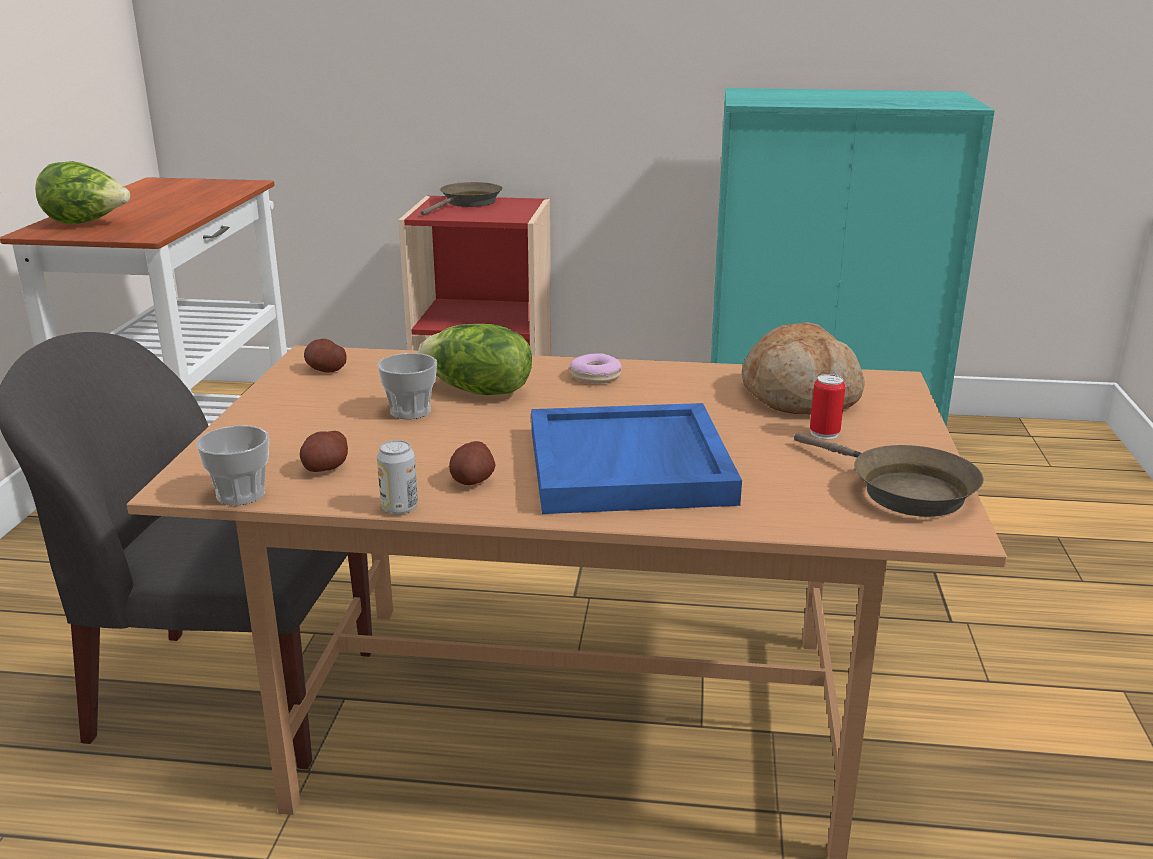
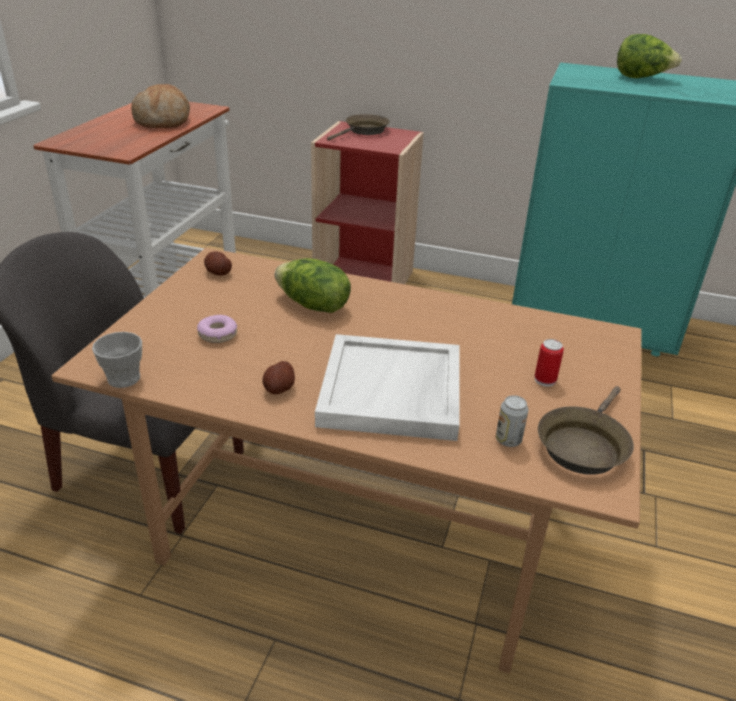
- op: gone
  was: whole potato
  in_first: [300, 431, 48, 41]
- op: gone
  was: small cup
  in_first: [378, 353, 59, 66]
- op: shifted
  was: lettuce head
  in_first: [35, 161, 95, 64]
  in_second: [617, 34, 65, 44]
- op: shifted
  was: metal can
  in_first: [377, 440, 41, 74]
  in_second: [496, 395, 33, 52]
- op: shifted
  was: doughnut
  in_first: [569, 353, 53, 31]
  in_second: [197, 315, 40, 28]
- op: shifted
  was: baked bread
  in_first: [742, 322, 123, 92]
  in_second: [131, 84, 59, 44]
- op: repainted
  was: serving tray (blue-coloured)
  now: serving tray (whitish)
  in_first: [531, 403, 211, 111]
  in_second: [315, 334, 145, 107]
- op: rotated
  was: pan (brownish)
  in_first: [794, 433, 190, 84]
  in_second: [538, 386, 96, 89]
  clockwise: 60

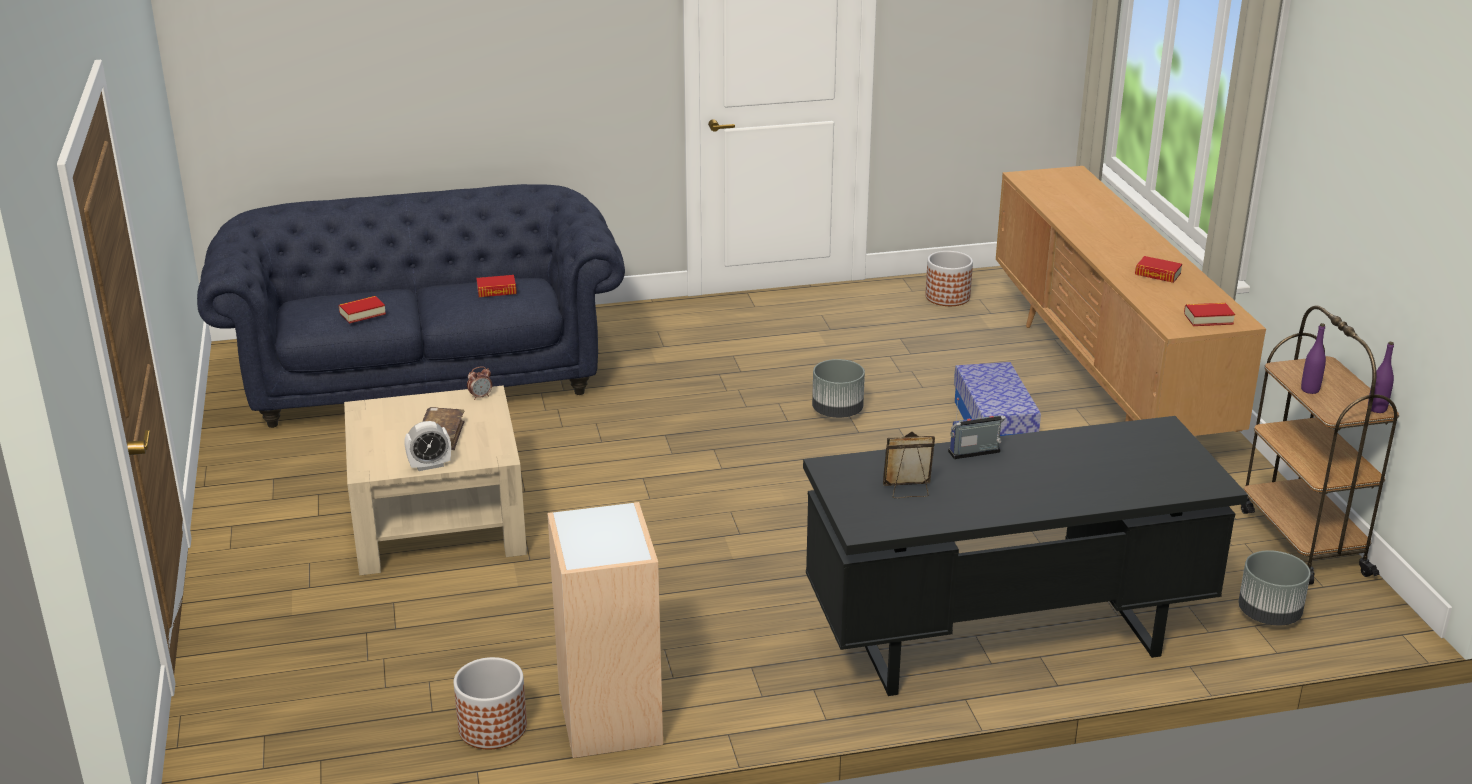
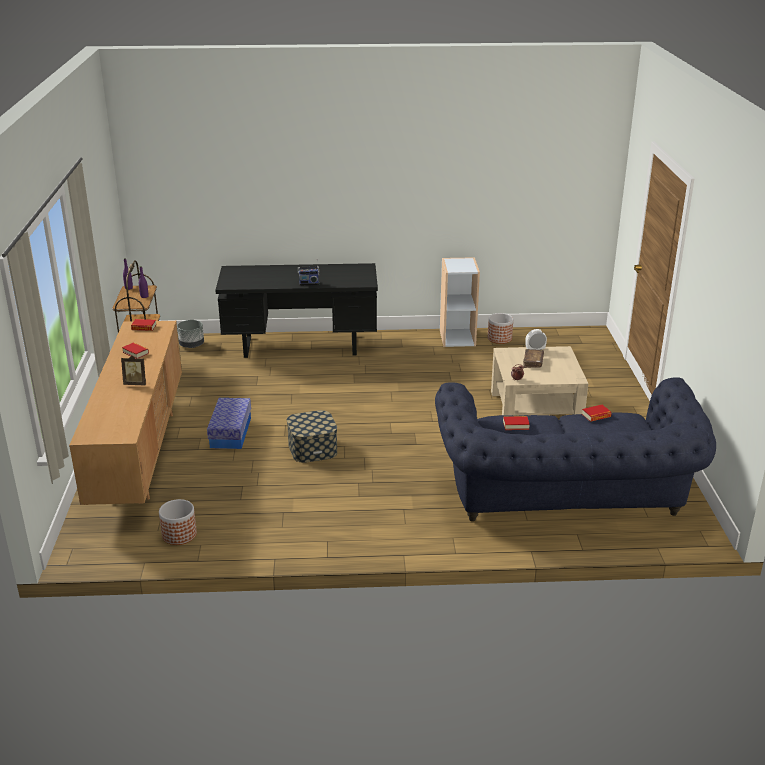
- op: shifted
  was: picture frame
  in_first: [883, 431, 52, 67]
  in_second: [121, 356, 25, 29]
- op: swapped
  was: flower pot (gray)
  now: storage container
  in_first: [812, 359, 53, 59]
  in_second: [287, 410, 50, 53]

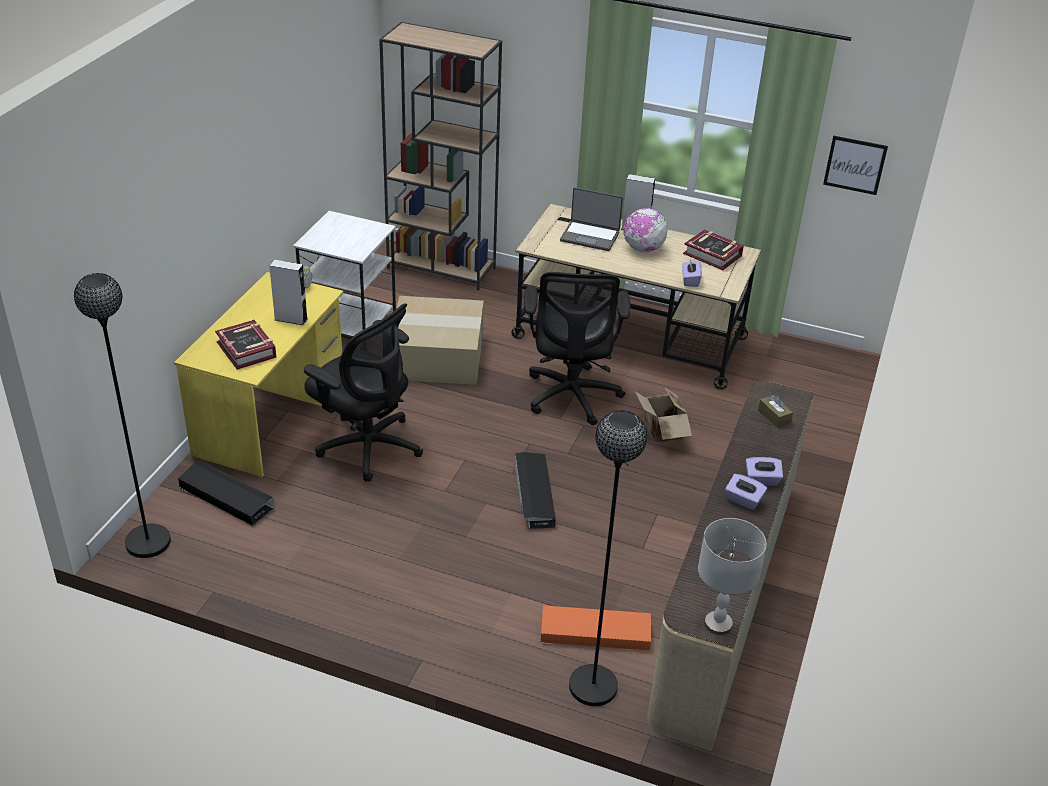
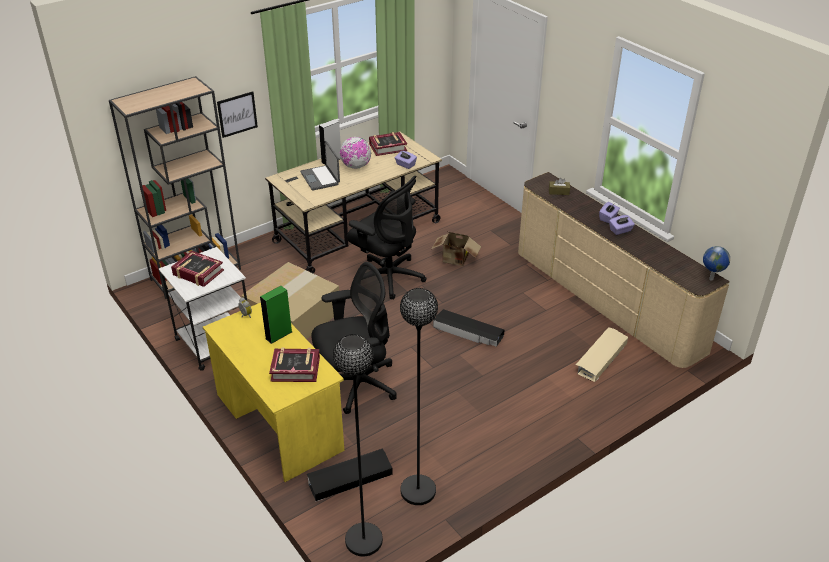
- op: new
  now: bound book
  in_second: [171, 251, 53, 36]
- op: shifted
  was: standard lamp (black-coloured)
  in_first: [569, 410, 78, 296]
  in_second: [400, 288, 38, 217]
- op: shifted
  was: wall art
  in_first: [823, 136, 65, 59]
  in_second: [217, 91, 41, 47]
- op: swapped
  was: tabletop lamp (gray)
  now: world globe
  in_first: [698, 518, 69, 117]
  in_second: [703, 246, 27, 35]
- op: repainted
  was: audio speaker (gray)
  now: audio speaker (green)
  in_first: [269, 260, 39, 66]
  in_second: [260, 286, 32, 58]
- op: repainted
  was: storage container (orange-coloured)
  now: storage container (beige)
  in_first: [541, 605, 110, 46]
  in_second: [576, 327, 52, 55]
- op: rotated
  was: notebook computer
  in_first: [560, 187, 63, 64]
  in_second: [300, 141, 40, 50]
  clockwise: 105

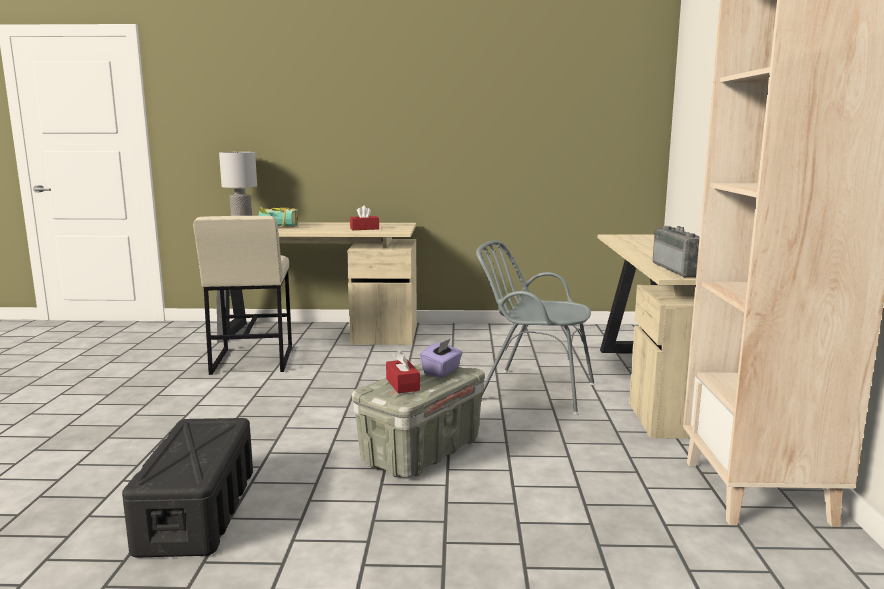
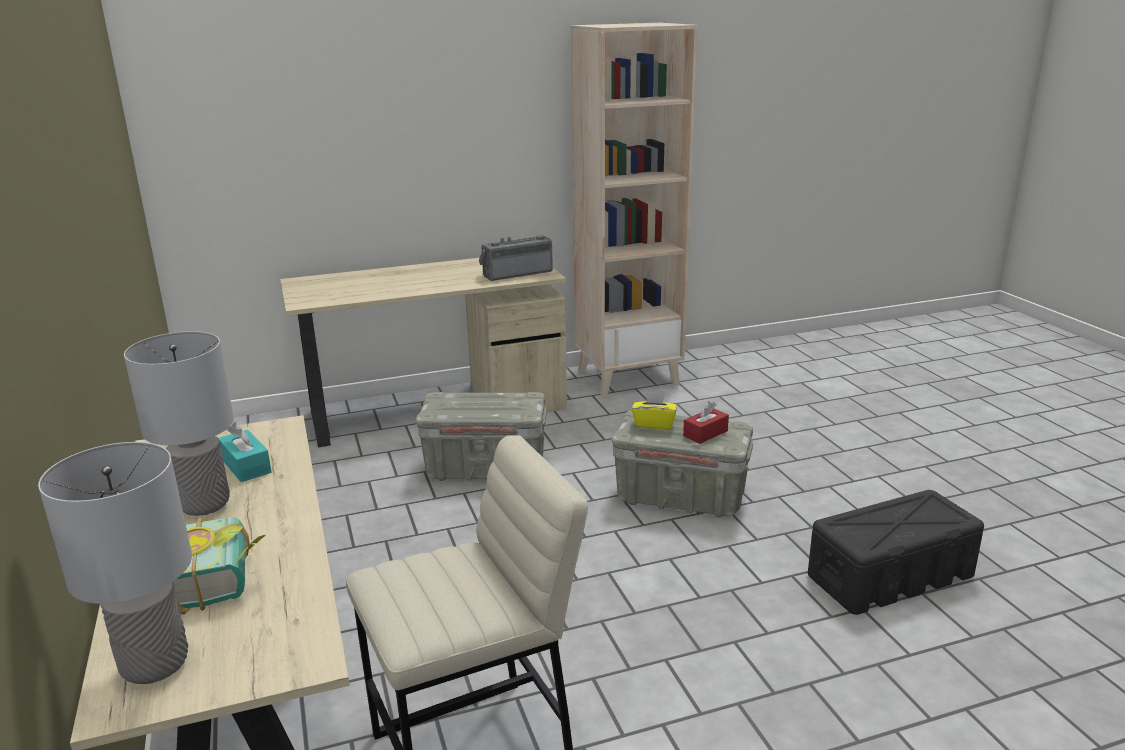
- op: new
  now: tabletop lamp (gray)
  in_second: [124, 331, 110, 185]
- op: swapped
  was: upright chair (gray)
  now: storage container (gray)
  in_first: [476, 240, 119, 175]
  in_second: [416, 392, 131, 89]
- op: repainted
  was: box of tissues (red-coloured)
  now: box of tissues (turquoise-coloured)
  in_first: [350, 206, 29, 24]
  in_second: [218, 422, 54, 60]
- op: repainted
  was: box of tissues (purple-coloured)
  now: box of tissues (yellowish)
  in_first: [420, 338, 43, 39]
  in_second: [632, 391, 45, 38]

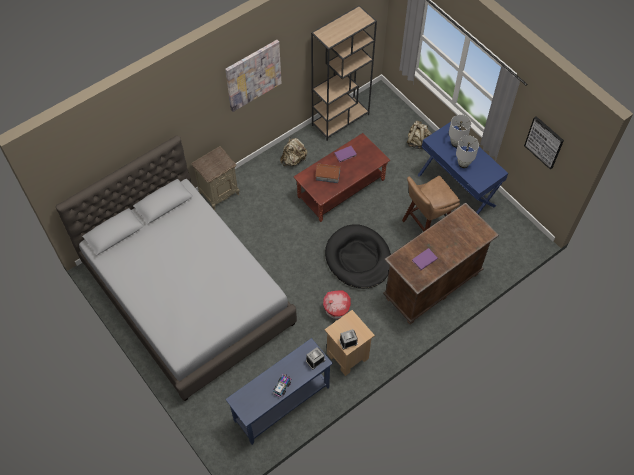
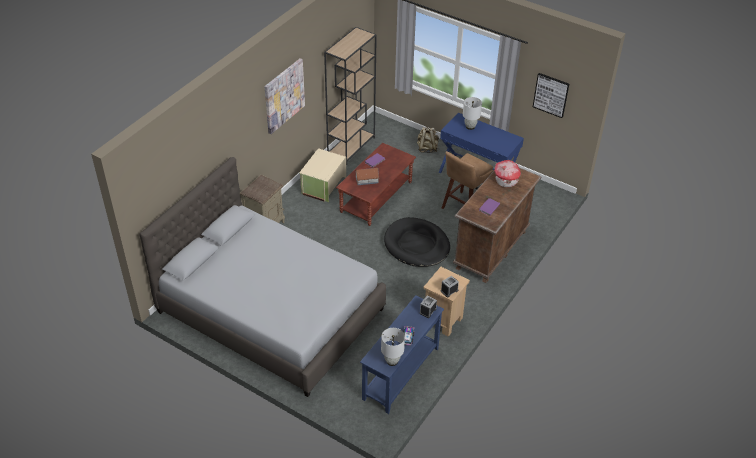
- op: shifted
  was: toy house
  in_first: [323, 290, 28, 29]
  in_second: [494, 160, 27, 27]
- op: shifted
  was: tabletop lamp (whitish)
  in_first: [456, 135, 23, 33]
  in_second: [381, 328, 24, 38]
- op: swapped
  was: backpack (beige)
  now: storage container (beige)
  in_first: [280, 138, 27, 28]
  in_second: [299, 149, 47, 53]

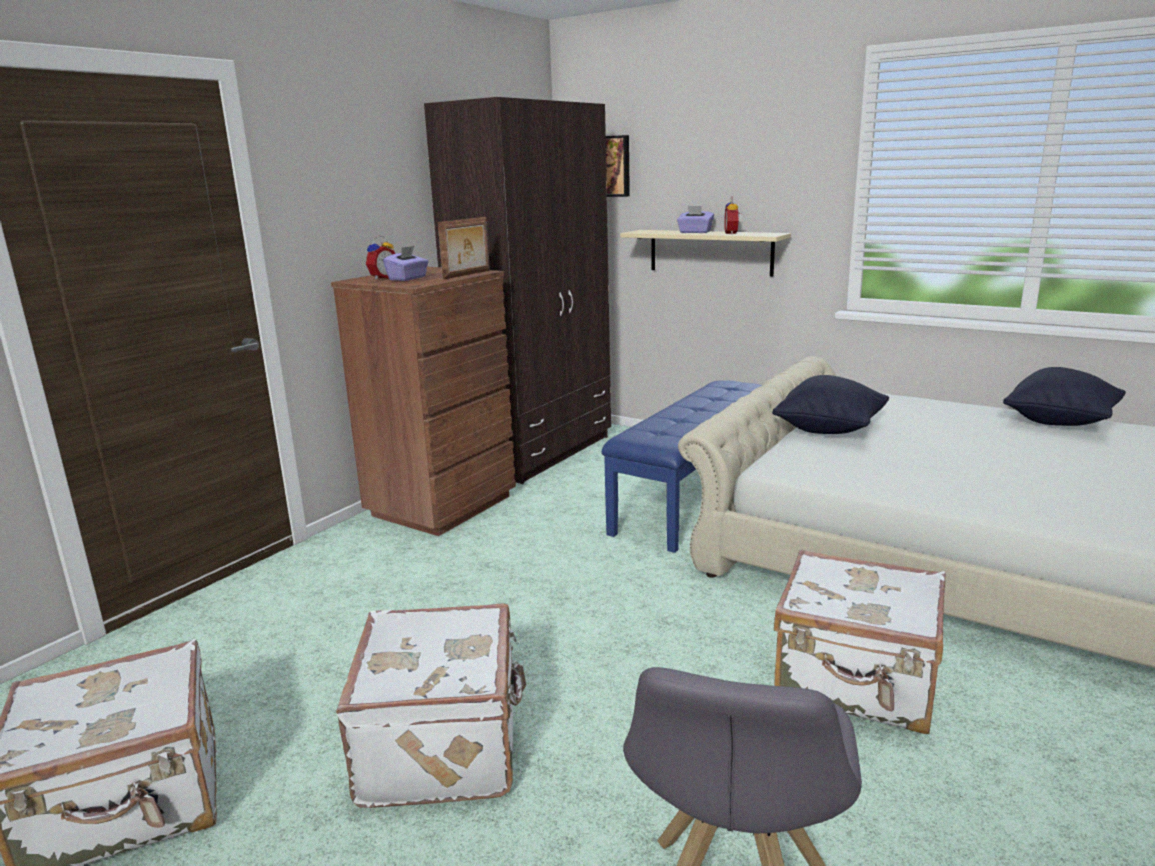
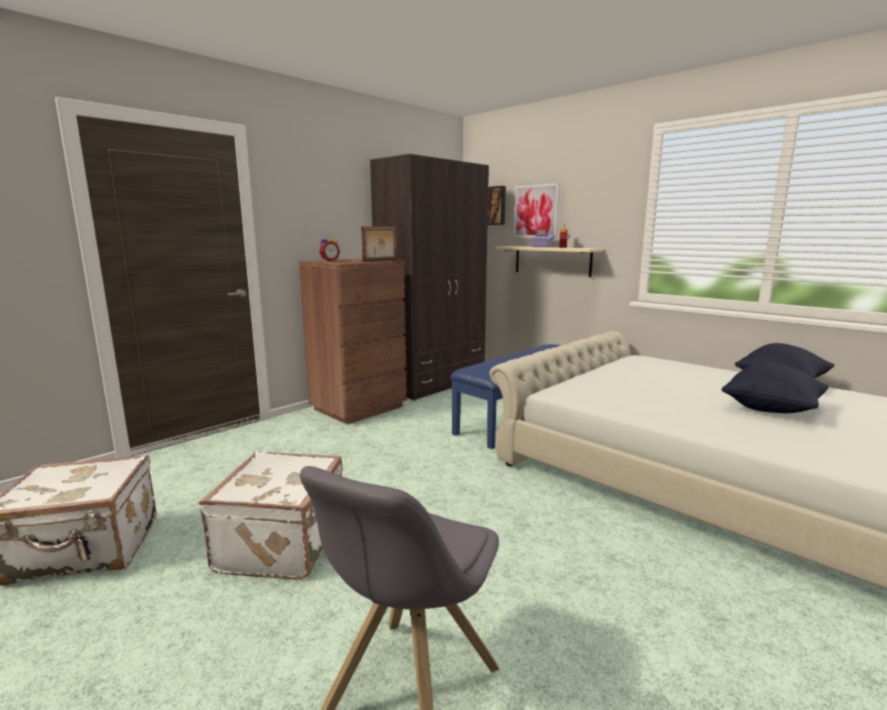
- op: gone
  was: box of tissues (purple-coloured)
  in_first: [383, 246, 46, 35]
- op: gone
  was: piece of luggage (whitish)
  in_first: [774, 550, 172, 184]
- op: new
  now: wall art
  in_second: [513, 183, 47, 55]
- op: shifted
  was: cushion (black-coloured)
  in_first: [772, 375, 117, 59]
  in_second: [722, 362, 107, 51]

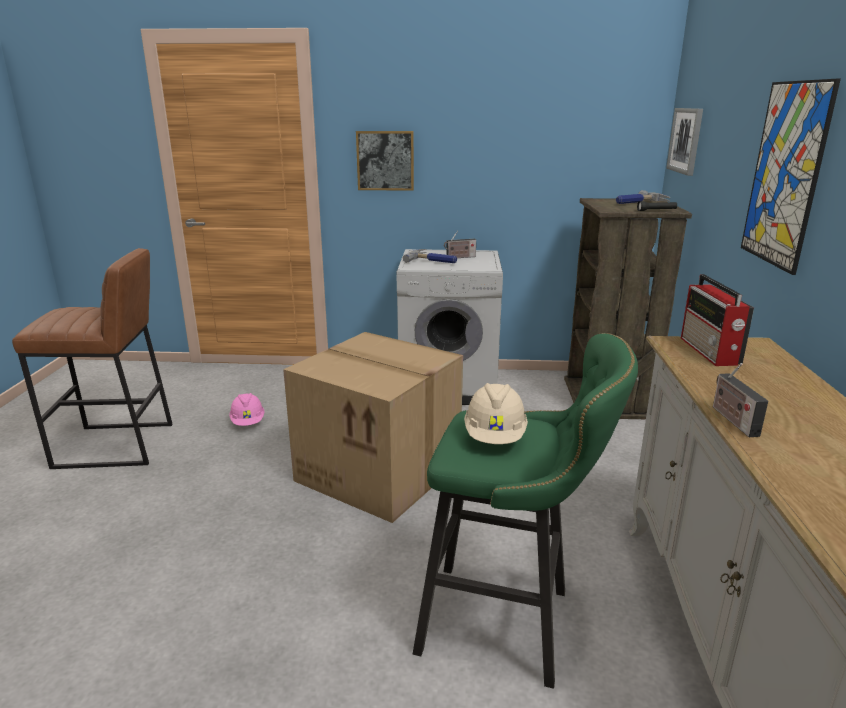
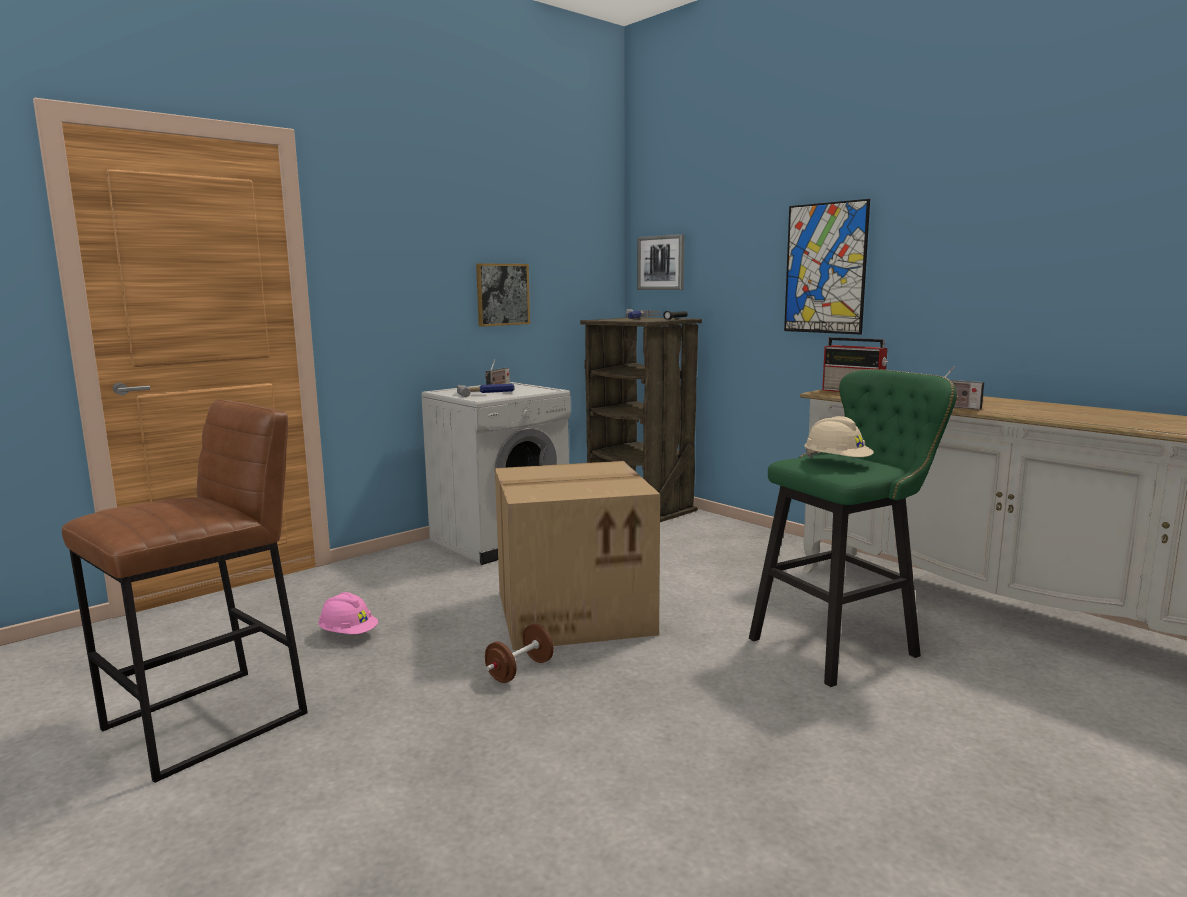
- op: new
  now: dumbbell (brownish)
  in_second: [485, 624, 69, 59]
- op: shifted
  was: wall art
  in_first: [356, 131, 58, 60]
  in_second: [476, 263, 54, 64]

